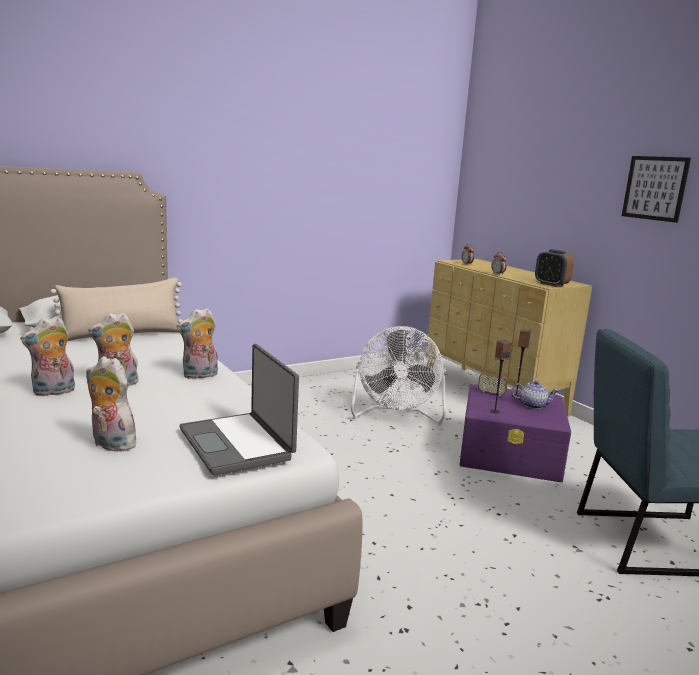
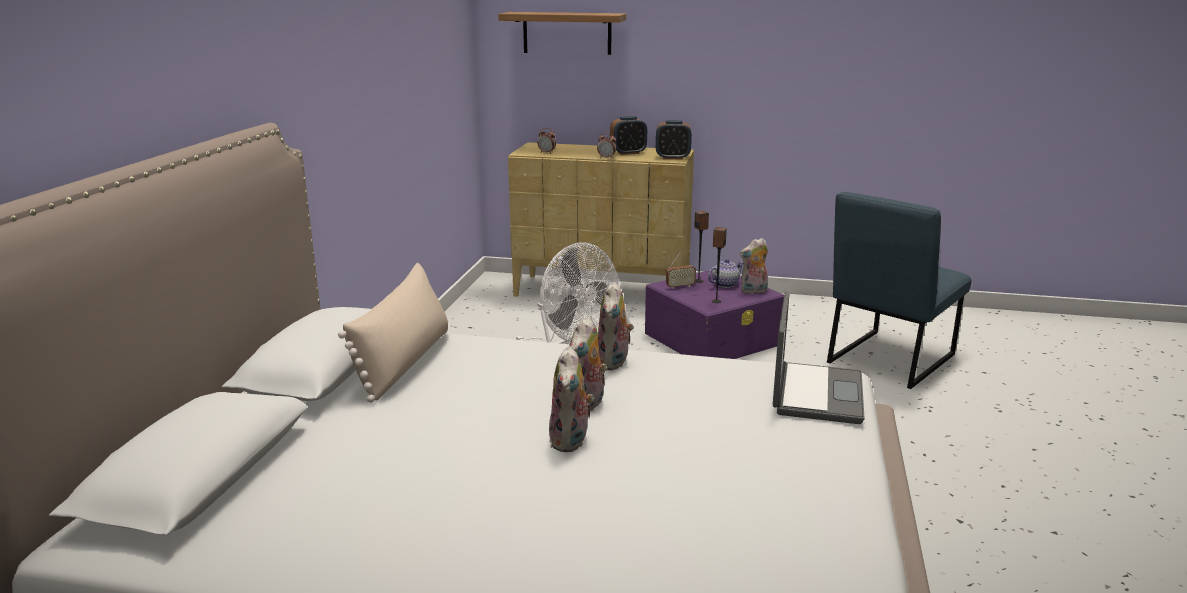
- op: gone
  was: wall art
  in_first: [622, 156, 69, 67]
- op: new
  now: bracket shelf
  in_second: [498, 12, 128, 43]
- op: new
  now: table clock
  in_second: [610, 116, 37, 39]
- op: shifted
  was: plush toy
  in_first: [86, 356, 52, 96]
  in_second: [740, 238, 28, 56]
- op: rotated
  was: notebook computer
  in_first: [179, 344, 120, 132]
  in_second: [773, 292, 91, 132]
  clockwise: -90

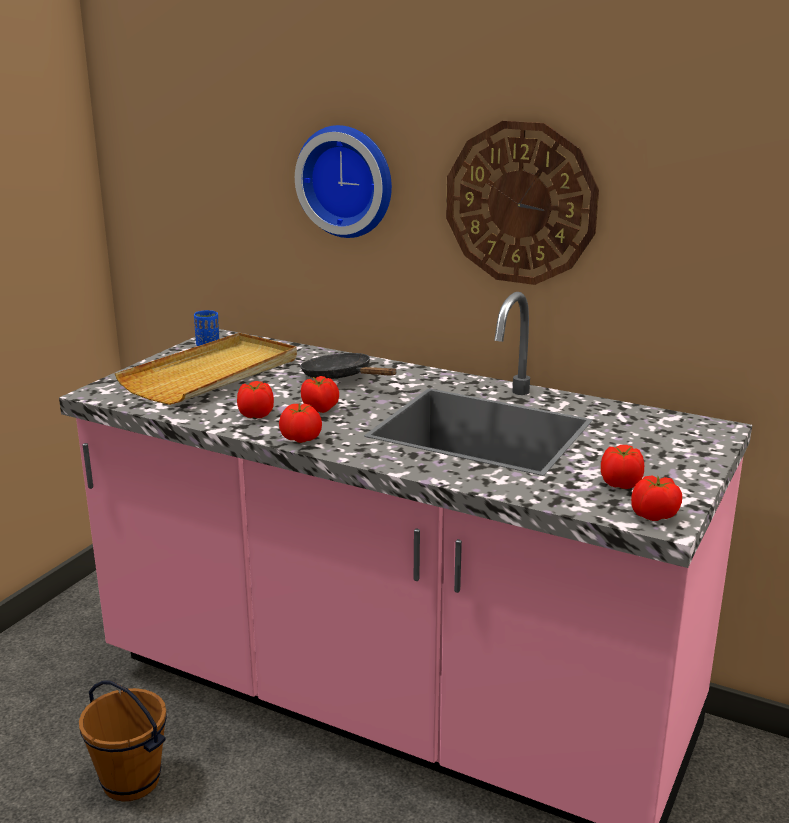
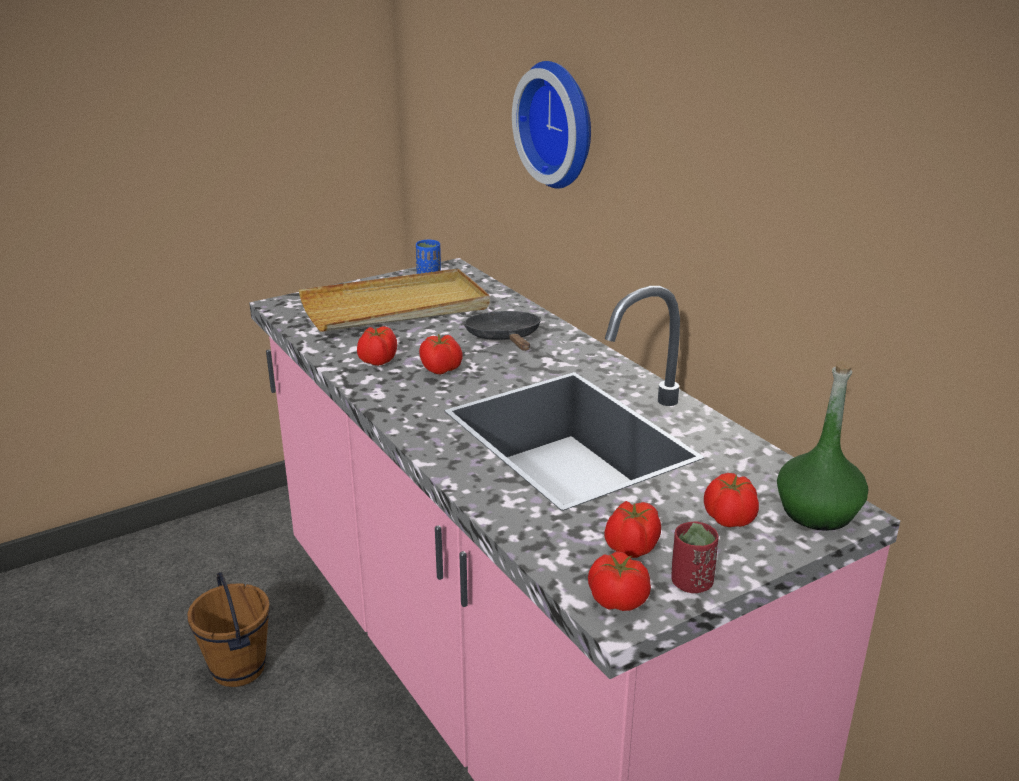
- op: gone
  was: clock on the wall
  in_first: [446, 121, 153, 164]
- op: new
  now: small cup (red-coloured)
  in_second: [671, 522, 48, 71]
- op: new
  now: bottle (green)
  in_second: [777, 360, 91, 171]
- op: shifted
  was: tomato
  in_first: [279, 404, 43, 39]
  in_second: [704, 473, 55, 54]

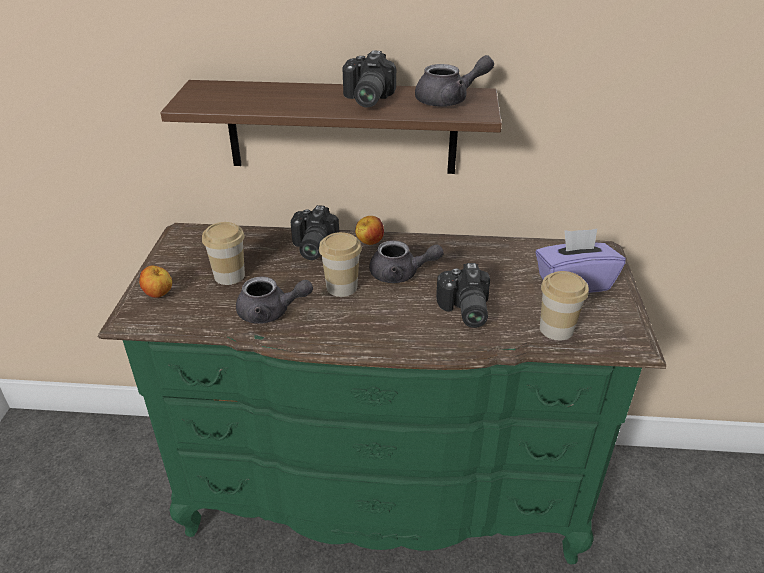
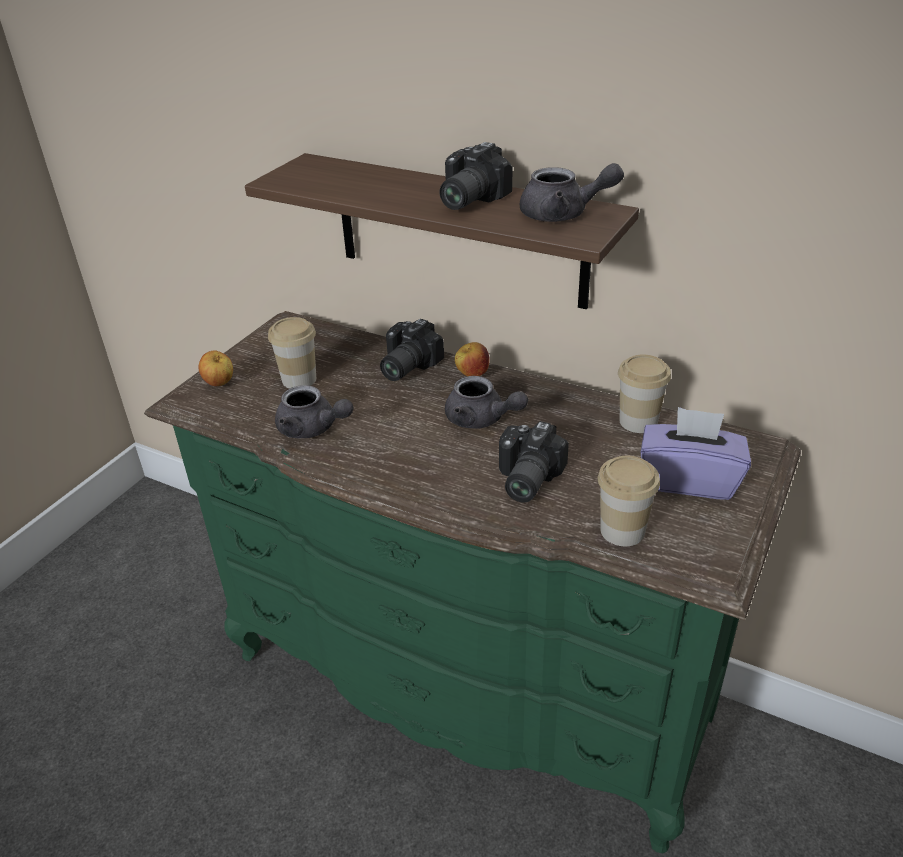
- op: shifted
  was: small cup
  in_first: [319, 232, 43, 65]
  in_second: [618, 355, 53, 78]

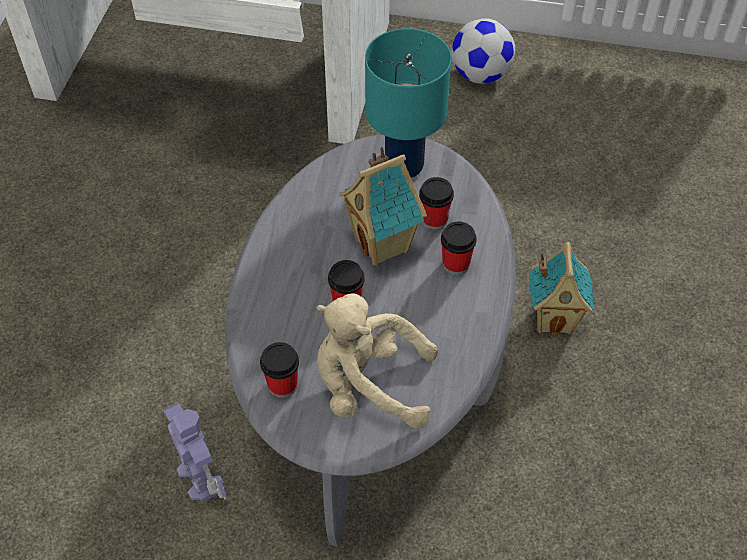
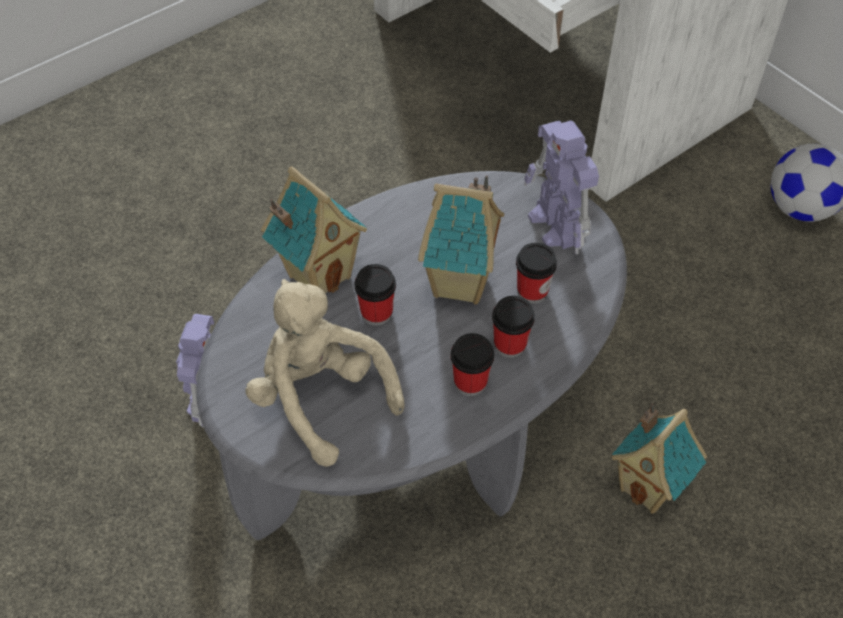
- op: new
  now: toy house
  in_second: [261, 166, 106, 127]
- op: shifted
  was: small cup
  in_first: [260, 342, 39, 56]
  in_second: [451, 333, 43, 63]
- op: swapped
  was: tabletop lamp (turquoise-coloured)
  now: toy robot
  in_first: [365, 28, 86, 150]
  in_second: [524, 120, 75, 134]

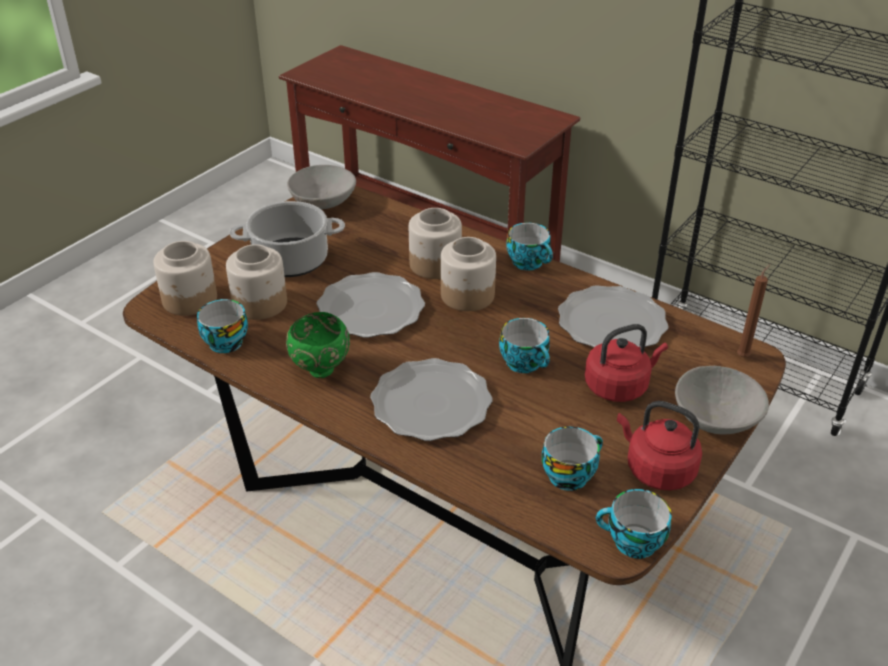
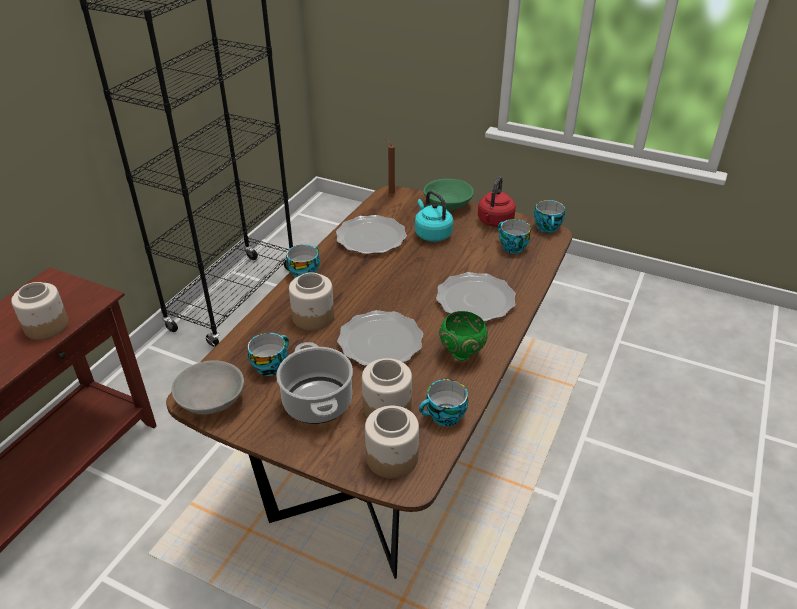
- op: shifted
  was: jar
  in_first: [441, 237, 55, 74]
  in_second: [11, 282, 58, 58]
- op: shifted
  was: small cup
  in_first: [499, 318, 51, 55]
  in_second: [248, 333, 41, 43]
- op: repainted
  was: tea kettle (red-coloured)
  now: tea kettle (turquoise-coloured)
  in_first: [585, 324, 83, 78]
  in_second: [415, 191, 38, 51]
- op: repainted
  was: bowl (gray)
  now: bowl (green)
  in_first: [675, 366, 94, 69]
  in_second: [423, 179, 51, 31]

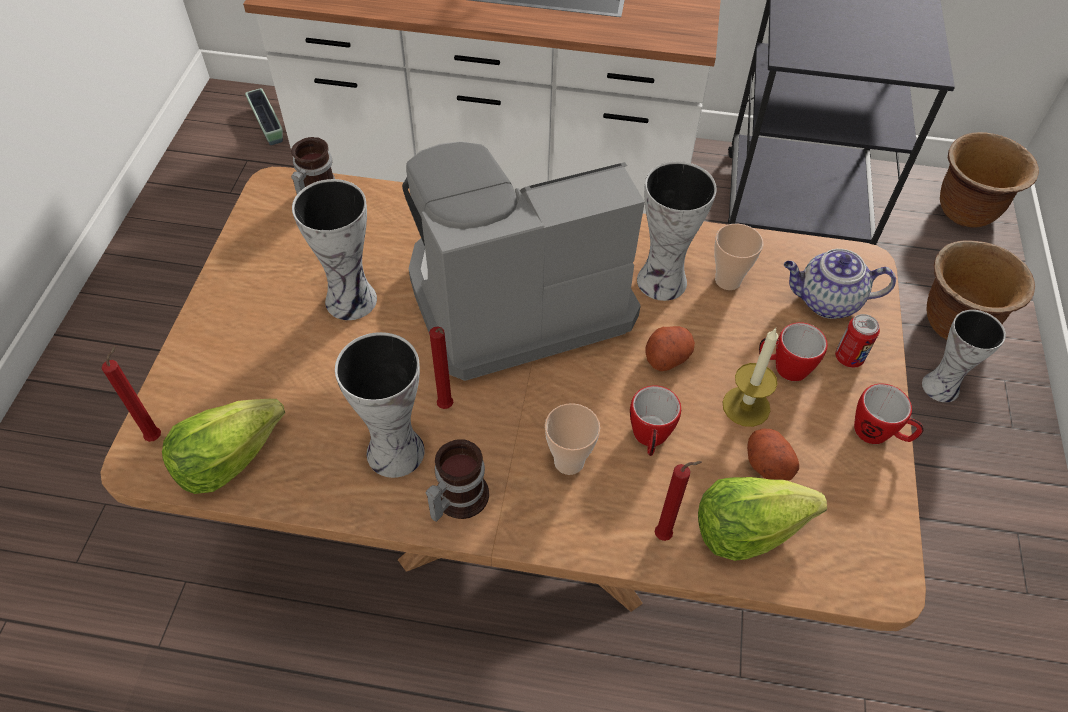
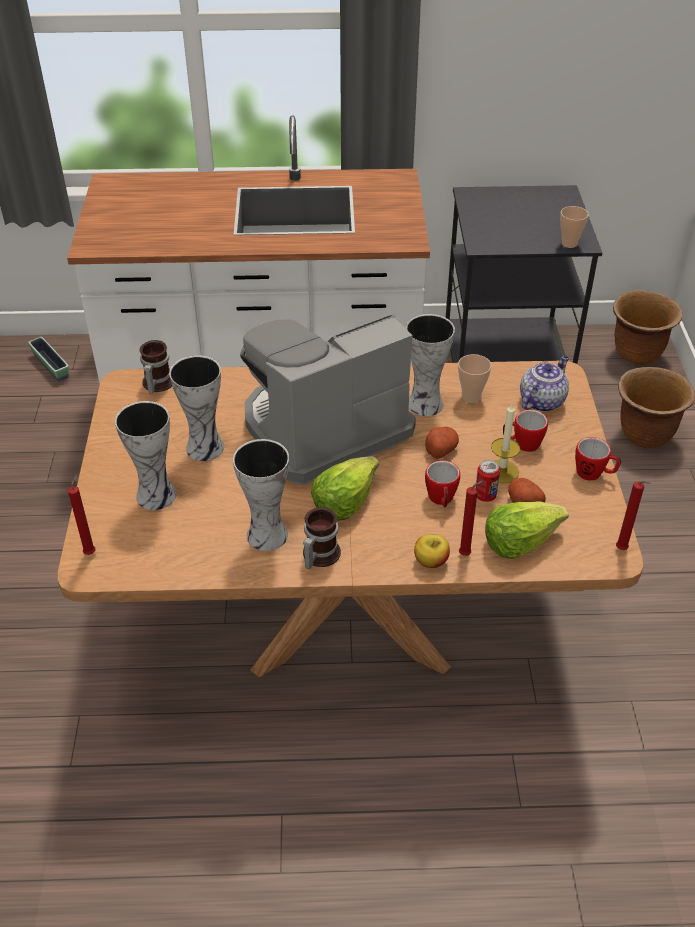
- op: new
  now: whole apple
  in_second: [414, 534, 36, 34]
- op: shifted
  was: lettuce head
  in_first: [162, 399, 123, 95]
  in_second: [311, 456, 68, 65]
- op: shifted
  was: wax light (red-coloured)
  in_first: [429, 327, 25, 82]
  in_second: [616, 481, 34, 69]
- op: shifted
  was: small cup
  in_first: [545, 403, 55, 72]
  in_second: [560, 206, 29, 42]
- op: shifted
  was: metal can
  in_first: [835, 314, 45, 54]
  in_second: [475, 460, 25, 42]
- op: shifted
  was: flower vase
  in_first: [922, 310, 84, 92]
  in_second: [115, 401, 61, 109]
- op: rotated
  was: pot for tea
  in_first: [784, 249, 112, 70]
  in_second: [520, 355, 49, 57]
  clockwise: 135

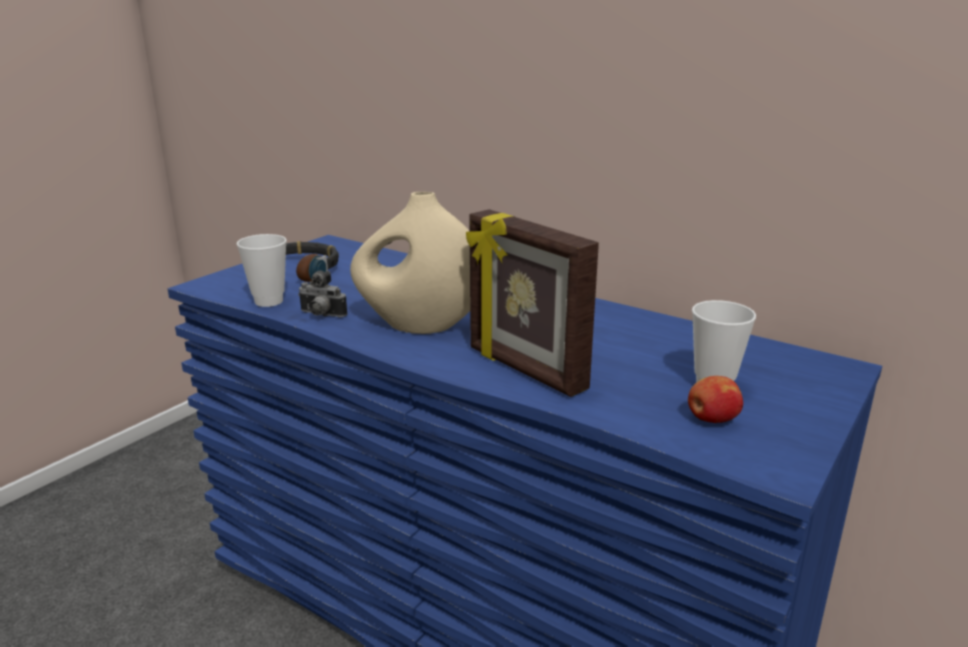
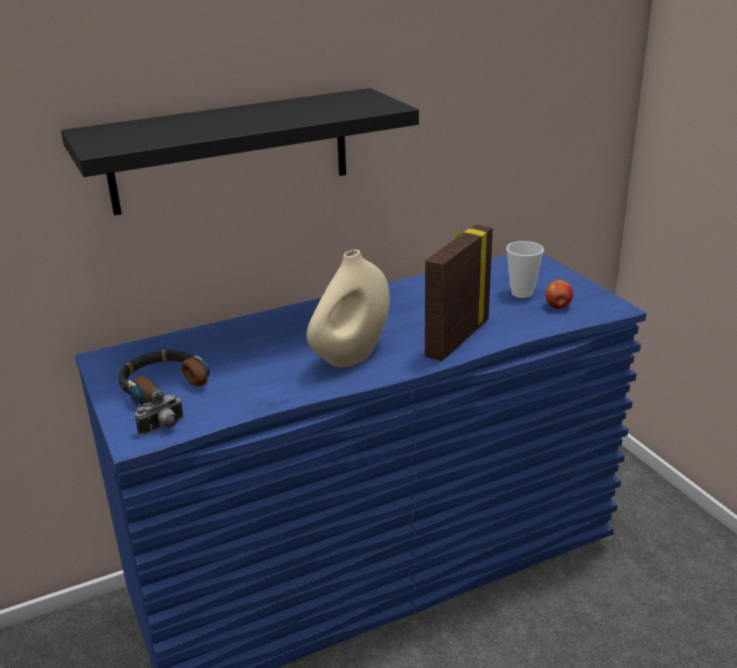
- op: gone
  was: small cup
  in_first: [237, 234, 50, 73]
- op: new
  now: bracket shelf (black-coloured)
  in_second: [61, 88, 358, 128]
- op: shifted
  was: still camera
  in_first: [298, 271, 49, 47]
  in_second: [135, 386, 48, 49]
- op: rotated
  was: picture frame
  in_first: [466, 209, 133, 188]
  in_second: [425, 225, 68, 136]
  clockwise: 135

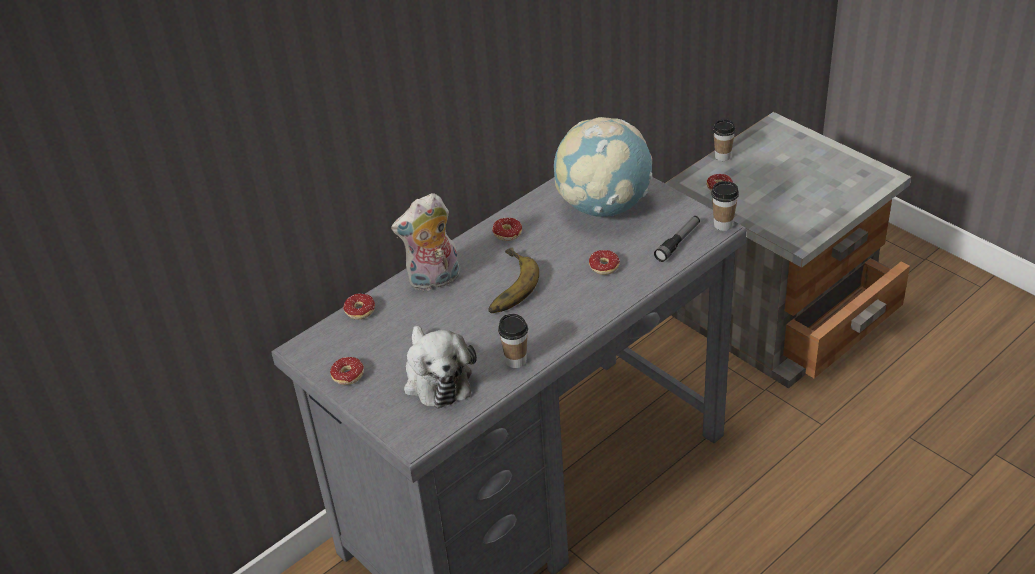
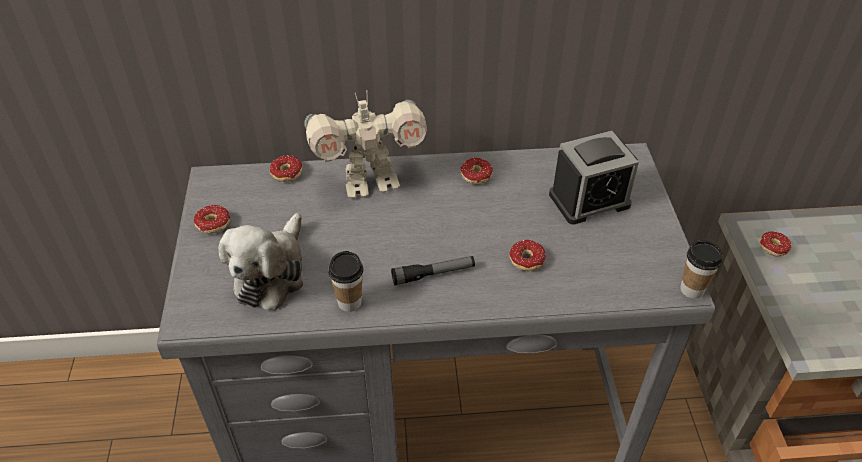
- op: gone
  was: banana fruit
  in_first: [488, 248, 51, 65]
- op: gone
  was: small cup
  in_first: [713, 119, 23, 42]
- op: shifted
  was: torch
  in_first: [654, 216, 46, 46]
  in_second: [391, 256, 84, 29]
- op: swapped
  was: plush toy
  now: toy robot
  in_first: [391, 193, 68, 99]
  in_second: [305, 93, 122, 105]
- op: swapped
  was: world globe
  now: table clock
  in_first: [554, 117, 98, 100]
  in_second: [549, 131, 90, 94]

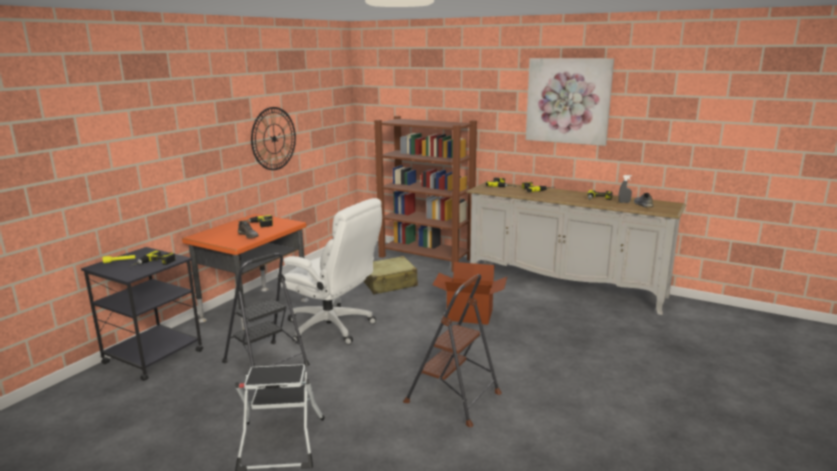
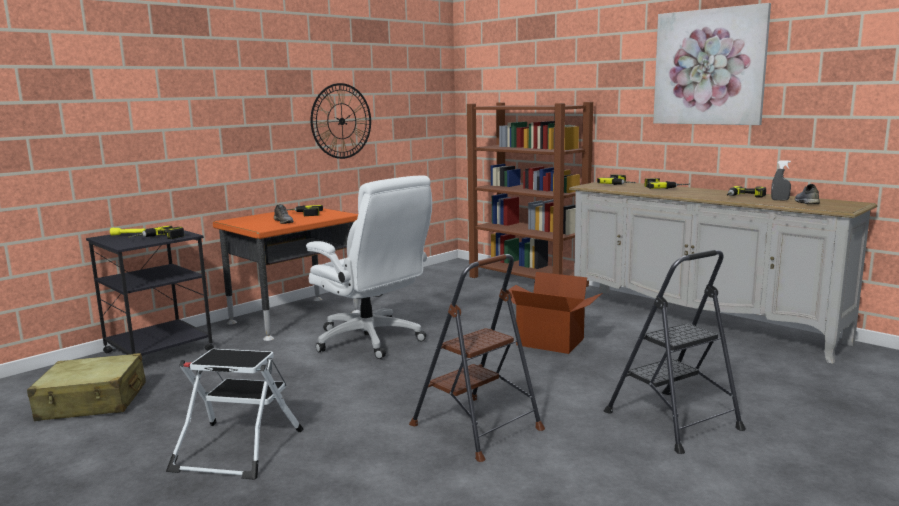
- op: shifted
  was: step stool (black-coloured)
  in_first: [222, 253, 88, 114]
  in_second: [604, 250, 142, 204]
- op: shifted
  was: piece of luggage (beige)
  in_first: [364, 256, 54, 38]
  in_second: [27, 353, 119, 68]

